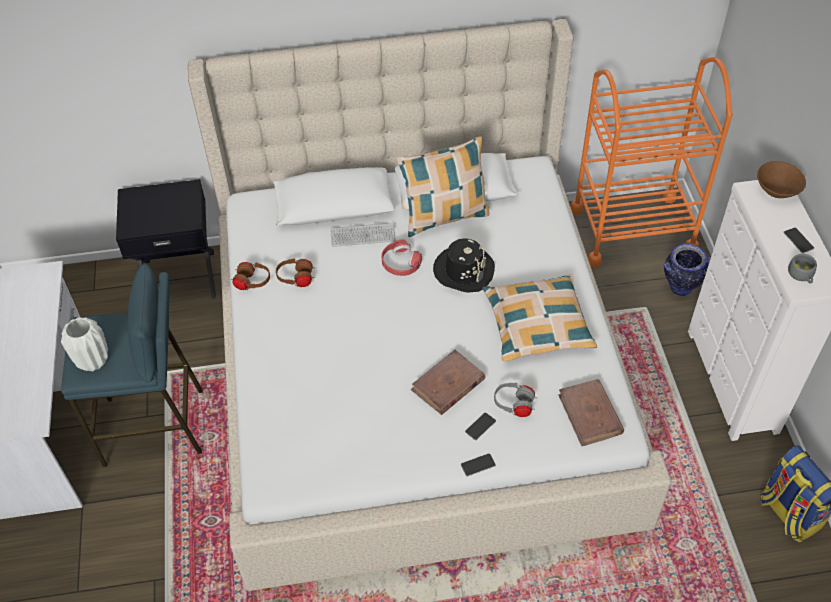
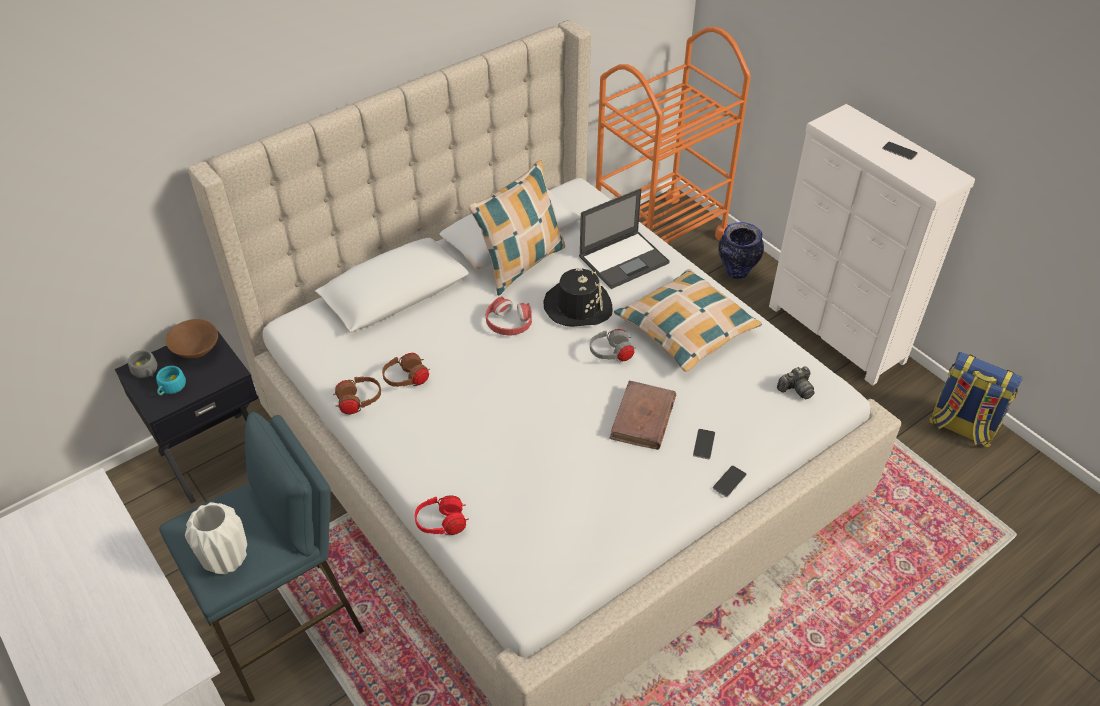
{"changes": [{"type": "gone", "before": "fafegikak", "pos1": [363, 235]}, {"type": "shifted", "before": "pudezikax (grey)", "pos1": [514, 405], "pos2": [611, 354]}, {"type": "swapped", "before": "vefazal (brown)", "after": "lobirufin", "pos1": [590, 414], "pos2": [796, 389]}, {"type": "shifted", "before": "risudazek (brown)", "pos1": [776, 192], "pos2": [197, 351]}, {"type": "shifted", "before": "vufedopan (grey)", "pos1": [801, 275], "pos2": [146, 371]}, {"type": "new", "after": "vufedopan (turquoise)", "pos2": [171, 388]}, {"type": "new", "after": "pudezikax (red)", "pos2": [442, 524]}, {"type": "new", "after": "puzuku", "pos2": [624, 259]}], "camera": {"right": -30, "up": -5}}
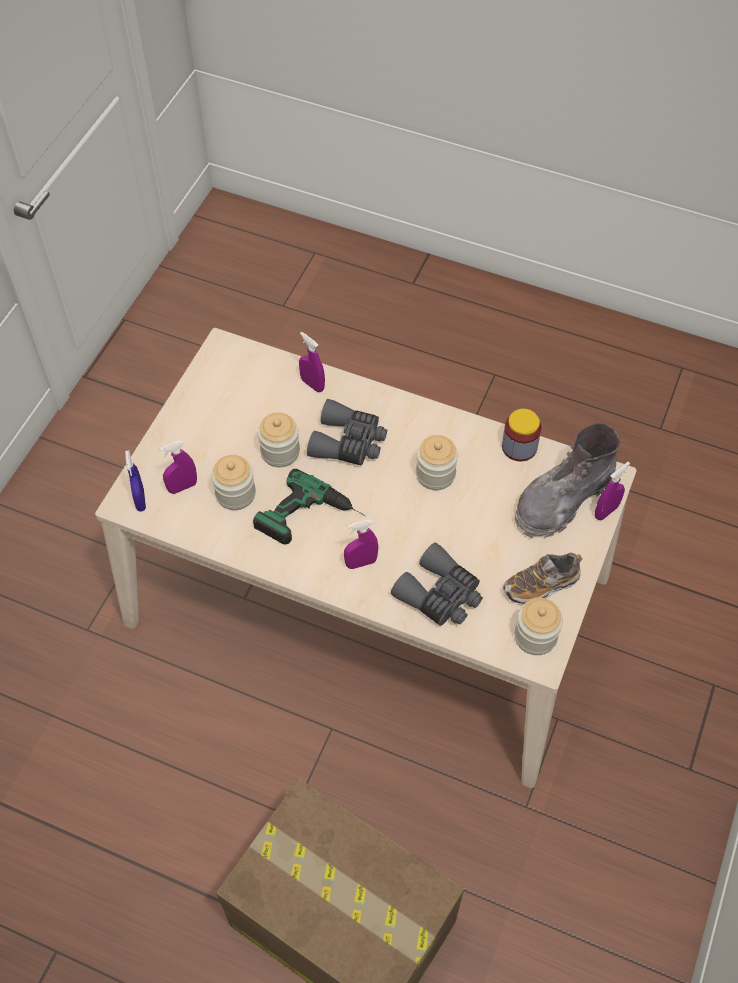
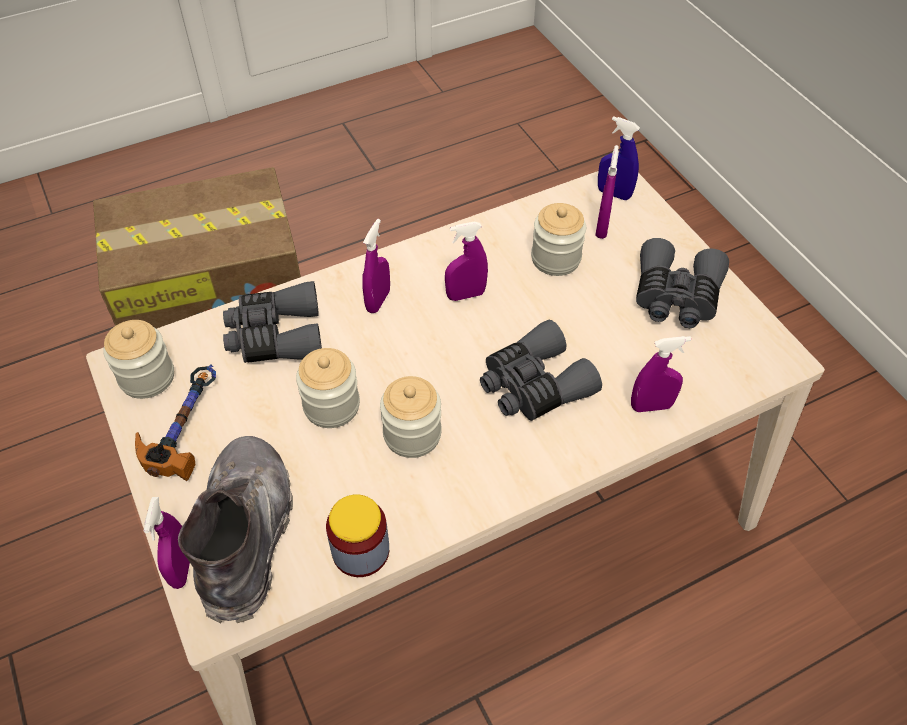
{"changes": [{"type": "swapped", "before": "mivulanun", "after": "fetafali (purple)", "pos1": [312, 520], "pos2": [465, 295]}, {"type": "shifted", "before": "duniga", "pos1": [280, 452], "pos2": [331, 405]}, {"type": "swapped", "before": "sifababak", "after": "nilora", "pos1": [541, 585], "pos2": [185, 425]}, {"type": "new", "after": "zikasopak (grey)", "pos2": [675, 297]}], "camera": {"right": 130, "up": -5}}
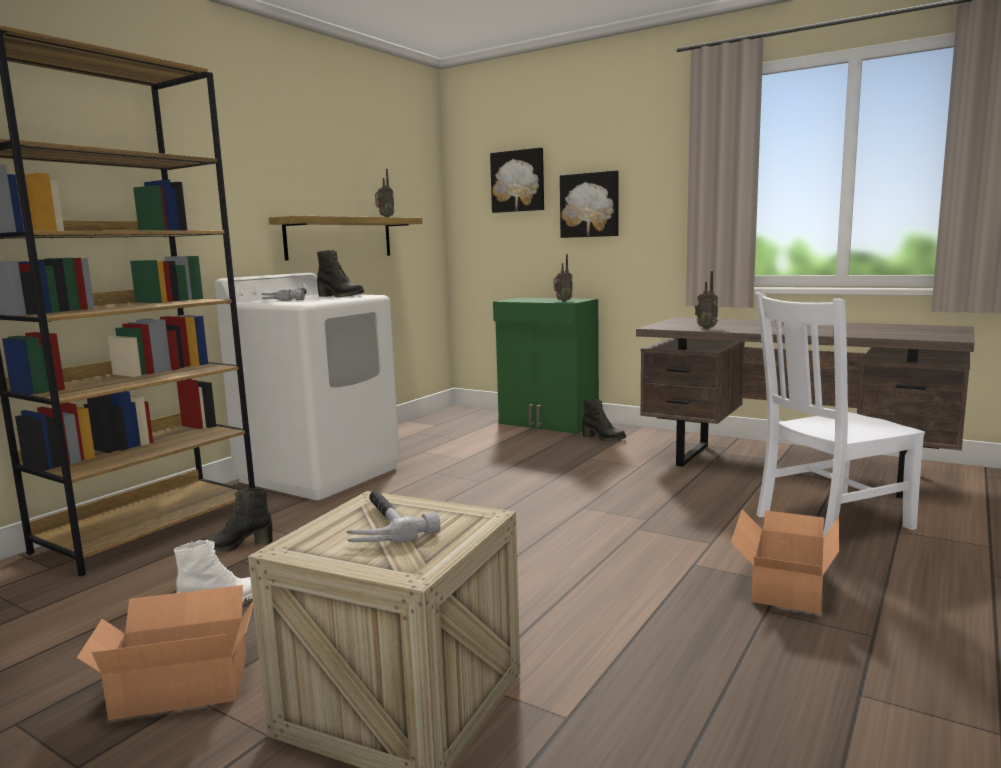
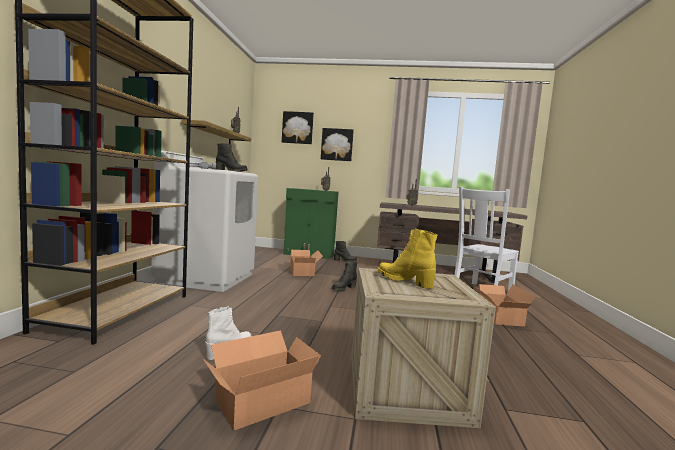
{"changes": [{"type": "shifted", "before": "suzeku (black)", "pos1": [238, 546], "pos2": [343, 289]}, {"type": "swapped", "before": "nilora", "after": "suzeku (yellow)", "pos1": [381, 524], "pos2": [404, 281]}, {"type": "new", "after": "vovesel", "pos2": [303, 271]}], "camera": {"right": -25, "up": -5}}
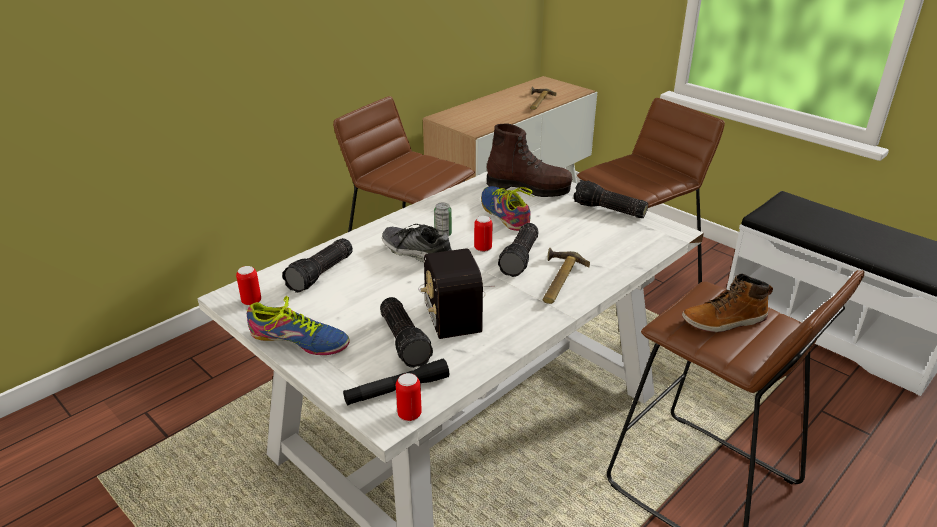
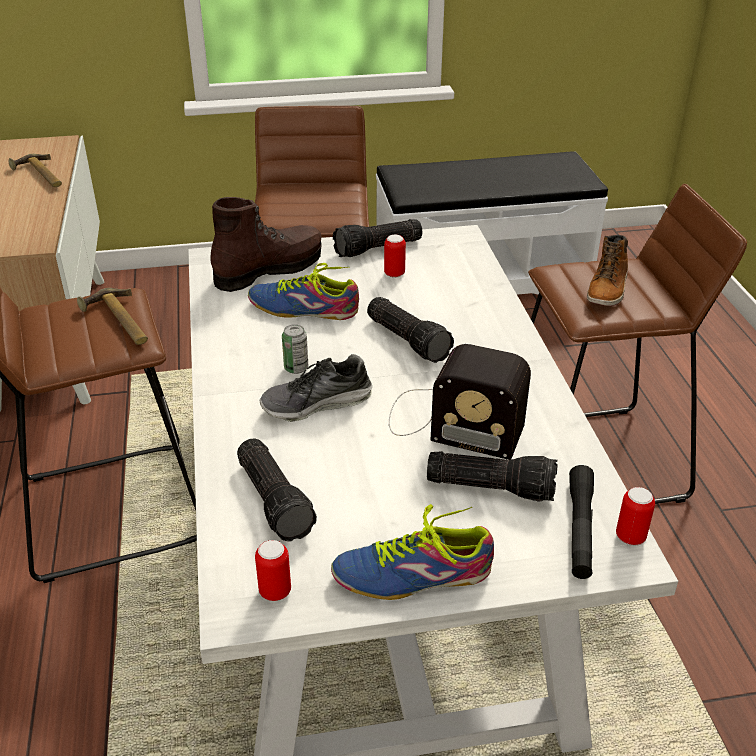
{"changes": [{"type": "rotated", "before": "sifababak", "pos1": [299, 340], "pos2": [413, 575], "turn": -150}, {"type": "shifted", "before": "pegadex", "pos1": [483, 248], "pos2": [394, 274]}, {"type": "shifted", "before": "nilora", "pos1": [557, 280], "pos2": [118, 323]}], "camera": {"right": -55, "up": 5}}
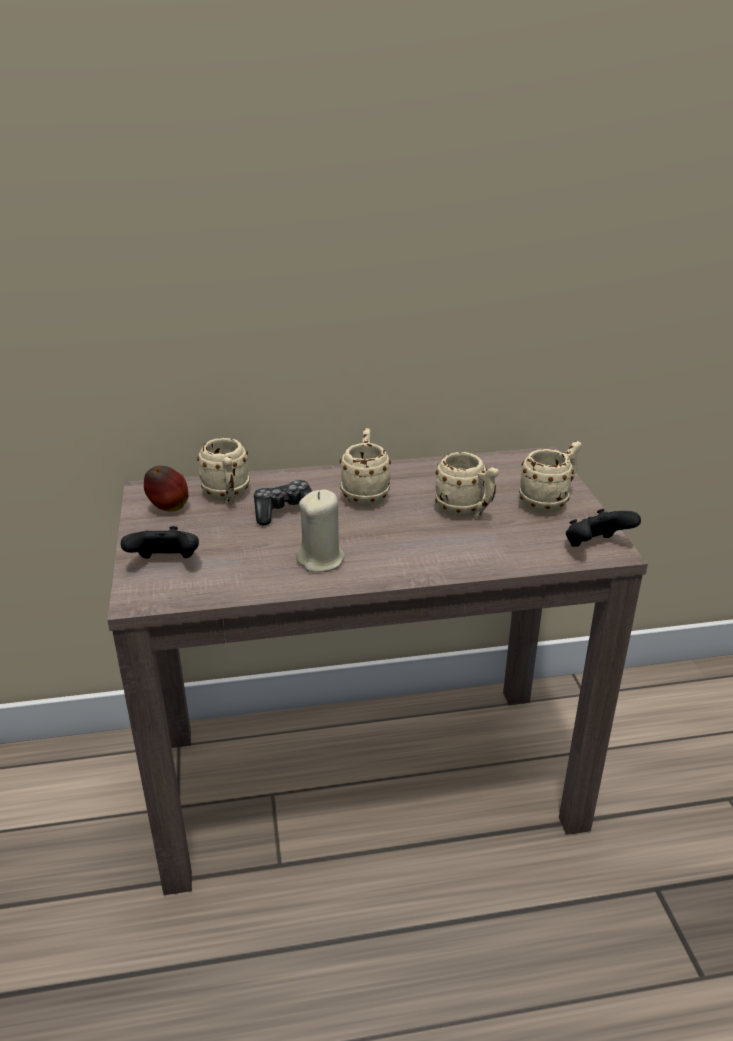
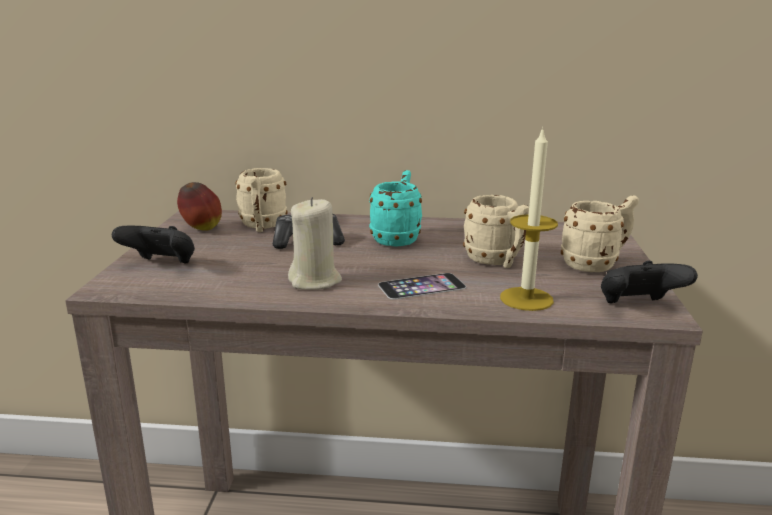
{"changes": [{"type": "repainted", "before": "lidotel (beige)", "after": "lidotel (turquoise)", "pos1": [365, 494], "pos2": [397, 238]}, {"type": "new", "after": "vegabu", "pos2": [422, 286]}, {"type": "new", "after": "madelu", "pos2": [526, 299]}], "camera": {"right": 15, "up": -10}}
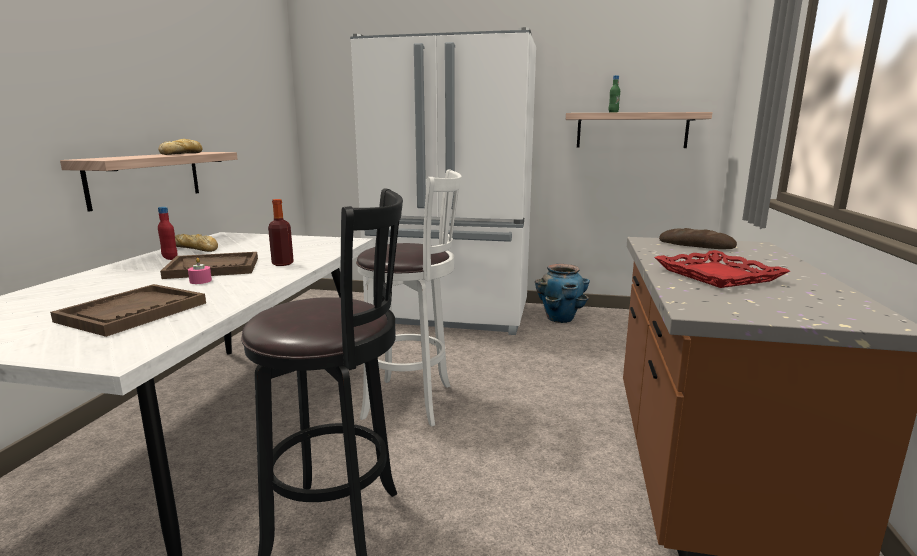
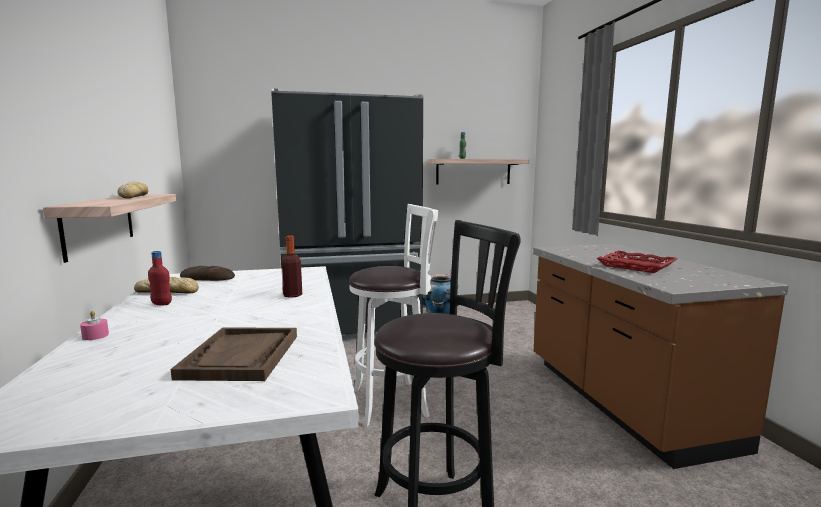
{"changes": [{"type": "gone", "before": "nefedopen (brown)", "pos1": [213, 268]}, {"type": "shifted", "before": "madelu (pink)", "pos1": [200, 281], "pos2": [95, 336]}, {"type": "repainted", "before": "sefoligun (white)", "after": "sefoligun (black)", "pos1": [450, 315], "pos2": [353, 327]}, {"type": "shifted", "before": "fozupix", "pos1": [696, 245], "pos2": [207, 278]}], "camera": {"right": -25, "up": -5}}
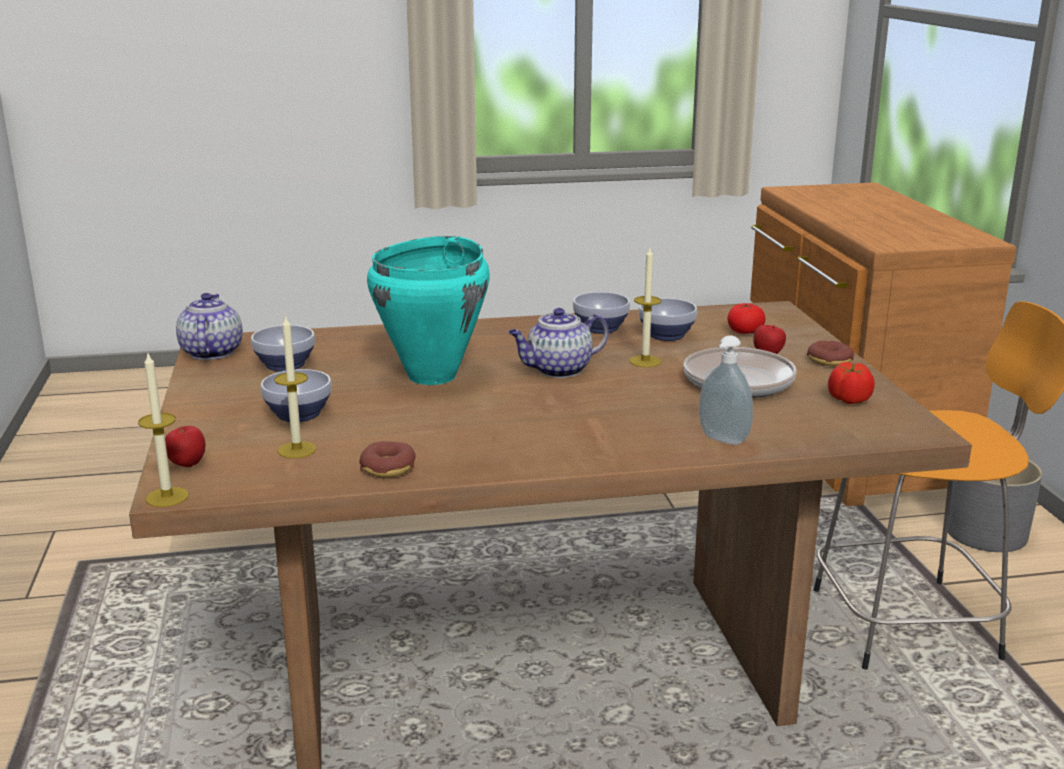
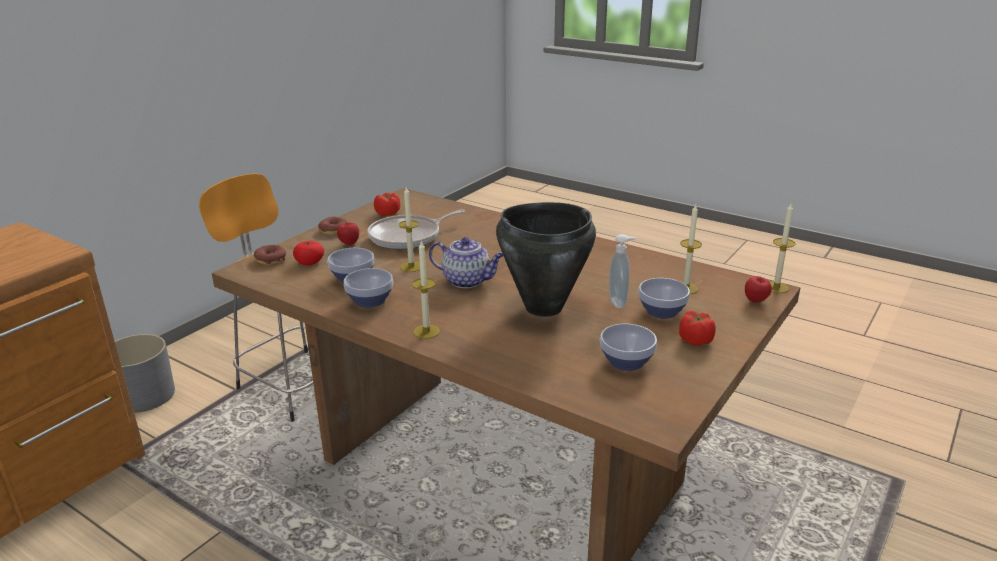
{"changes": [{"type": "gone", "before": "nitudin", "pos1": [211, 352]}, {"type": "shifted", "before": "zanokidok", "pos1": [388, 468], "pos2": [271, 259]}, {"type": "repainted", "before": "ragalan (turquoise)", "after": "ragalan (black)", "pos1": [433, 376], "pos2": [543, 307]}, {"type": "shifted", "before": "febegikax", "pos1": [722, 440], "pos2": [619, 302]}, {"type": "new", "after": "madelu", "pos2": [426, 331]}, {"type": "new", "after": "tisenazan", "pos2": [695, 340]}], "camera": {"right": -135, "up": 5}}
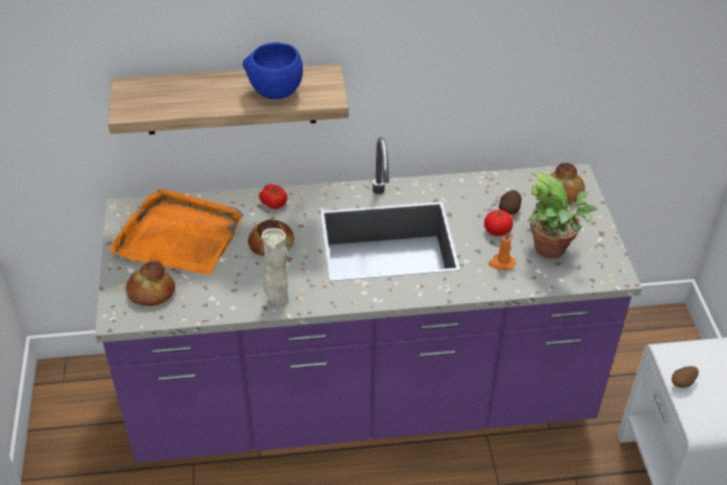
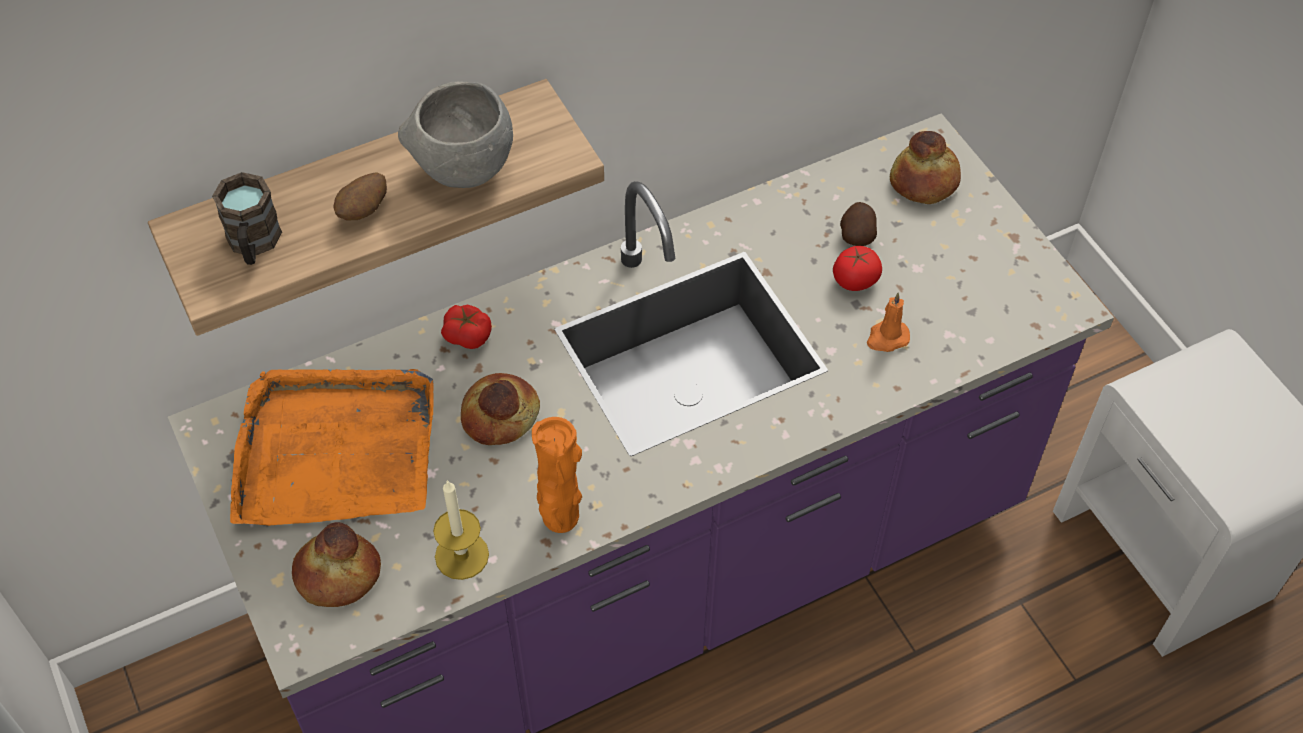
{"changes": [{"type": "repainted", "before": "risudazek (blue)", "after": "risudazek (grey)", "pos1": [275, 93], "pos2": [464, 170]}, {"type": "repainted", "before": "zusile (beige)", "after": "zusile (orange)", "pos1": [277, 300], "pos2": [560, 520]}, {"type": "gone", "before": "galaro", "pos1": [553, 250]}, {"type": "shifted", "before": "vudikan", "pos1": [682, 383], "pos2": [364, 211]}, {"type": "new", "after": "lidotel (brown)", "pos2": [253, 244]}, {"type": "new", "after": "madelu", "pos2": [462, 555]}], "camera": {"right": -20, "up": 10}}
